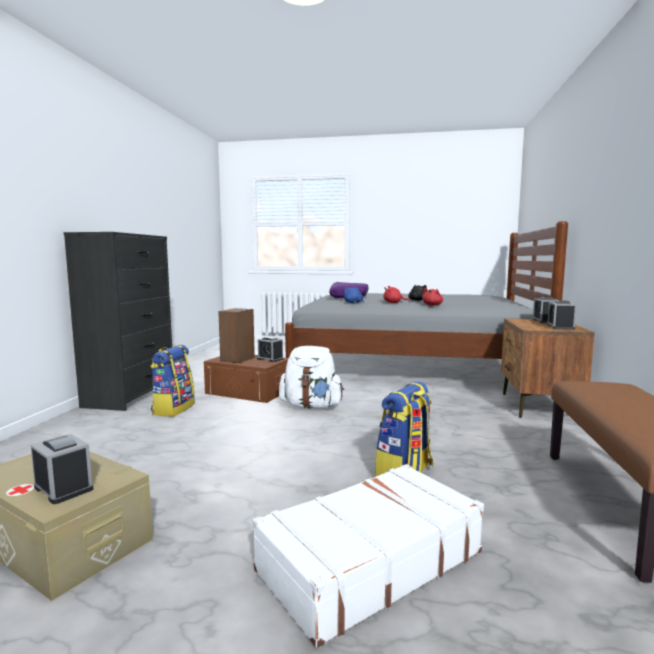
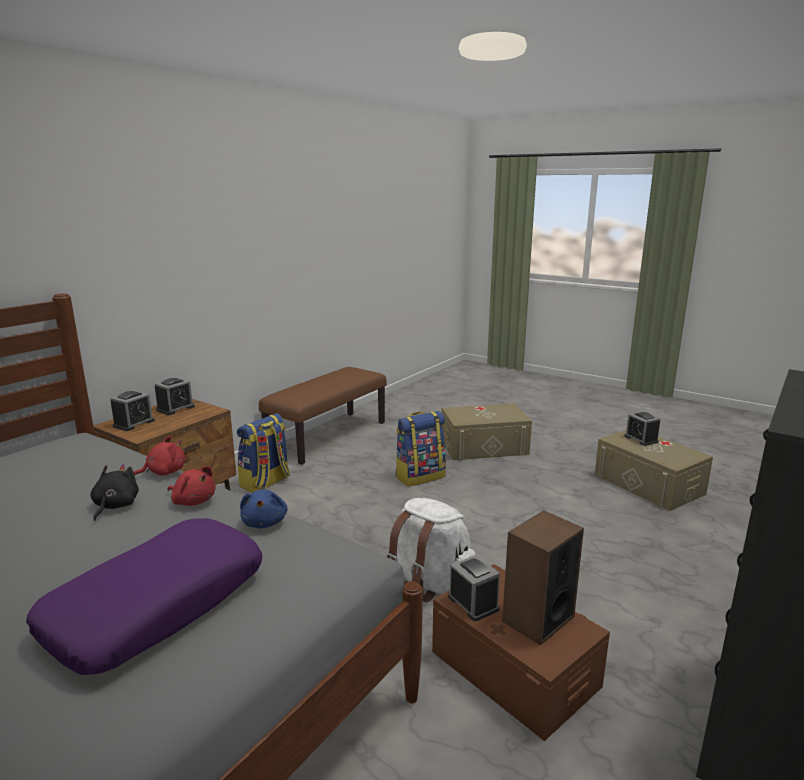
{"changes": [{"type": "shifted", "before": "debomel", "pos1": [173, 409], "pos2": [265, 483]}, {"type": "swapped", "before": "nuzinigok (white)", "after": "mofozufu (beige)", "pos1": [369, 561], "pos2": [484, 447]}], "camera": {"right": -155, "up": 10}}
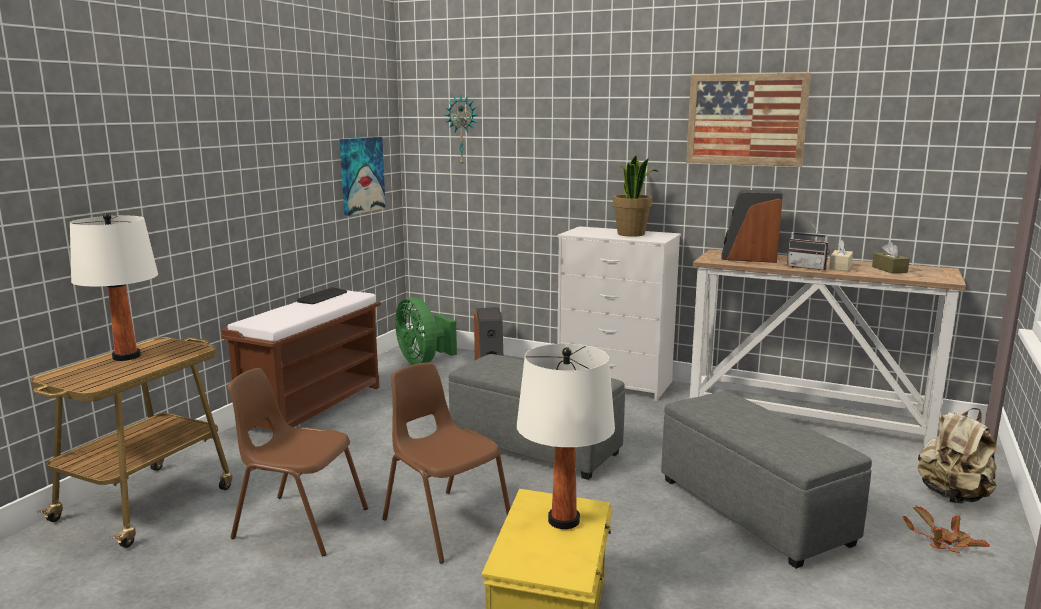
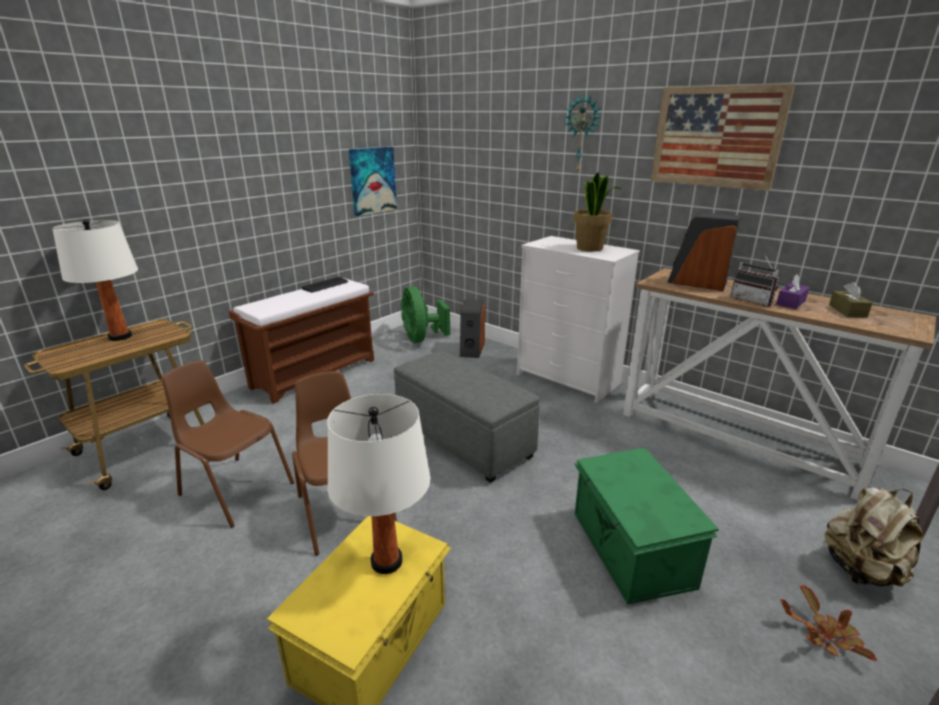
{"changes": [{"type": "shifted", "before": "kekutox", "pos1": [462, 130], "pos2": [582, 134]}, {"type": "swapped", "before": "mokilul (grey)", "after": "mofozufu (green)", "pos1": [754, 511], "pos2": [630, 549]}, {"type": "repainted", "before": "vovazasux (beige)", "after": "vovazasux (purple)", "pos1": [840, 267], "pos2": [790, 303]}], "camera": {"right": 15, "up": 10}}
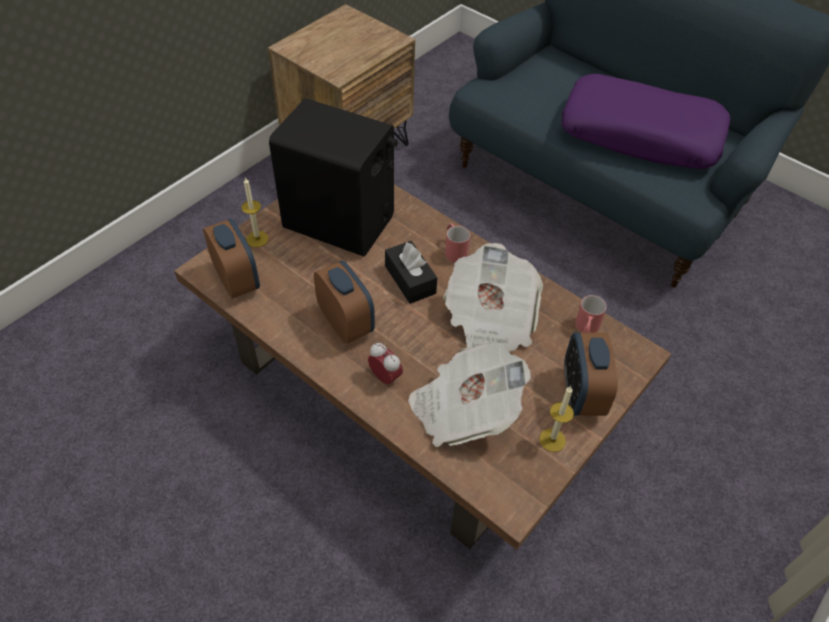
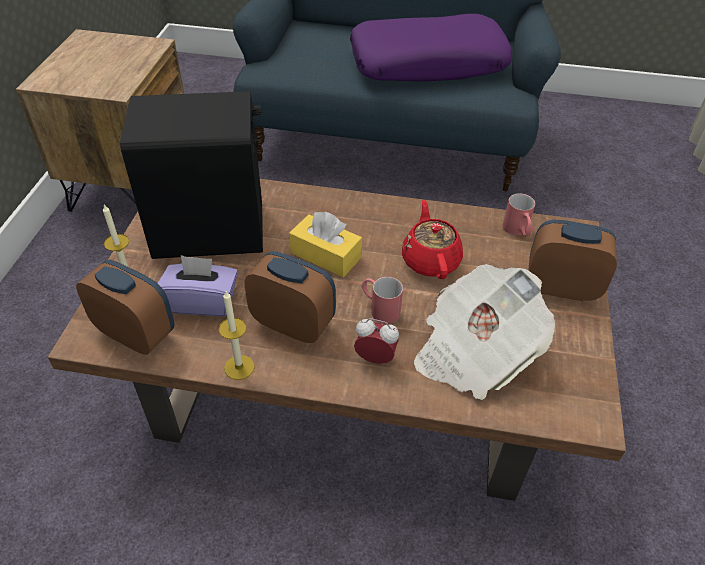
{"changes": [{"type": "repainted", "before": "vovazasux (black)", "after": "vovazasux (yellow)", "pos1": [410, 279], "pos2": [325, 255]}, {"type": "swapped", "before": "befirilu", "after": "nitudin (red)", "pos1": [489, 320], "pos2": [430, 260]}, {"type": "shifted", "before": "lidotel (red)", "pos1": [454, 250], "pos2": [379, 308]}, {"type": "shifted", "before": "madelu", "pos1": [552, 440], "pos2": [239, 367]}, {"type": "rotated", "before": "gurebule", "pos1": [581, 394], "pos2": [561, 287], "turn": 135}, {"type": "new", "after": "vovazasux (purple)", "pos2": [202, 301]}], "camera": {"right": -30, "up": -5}}
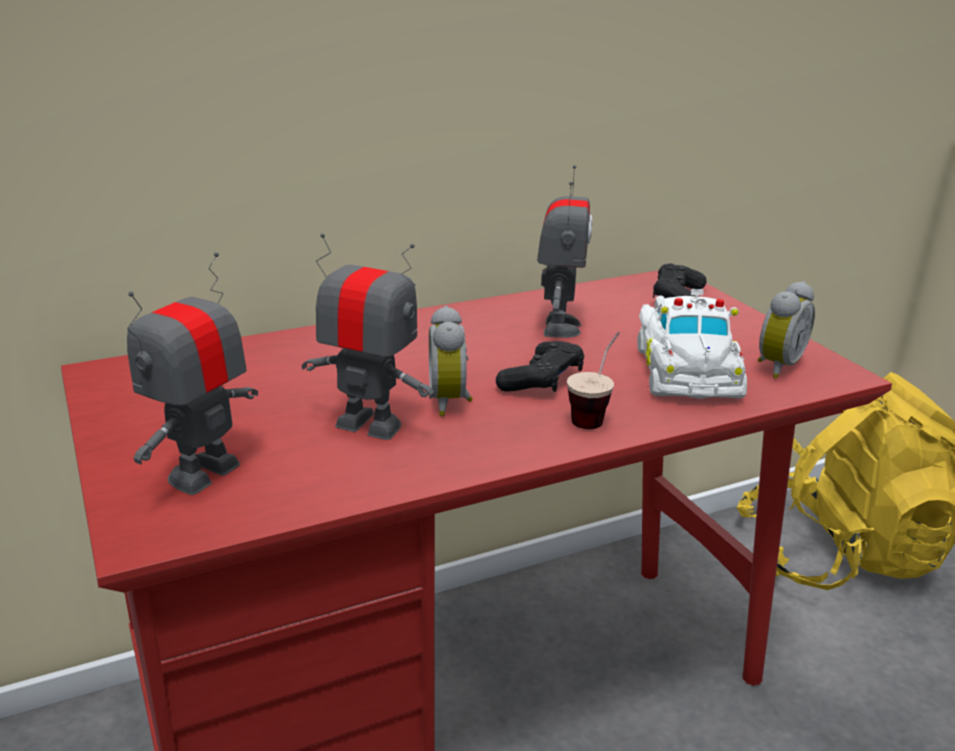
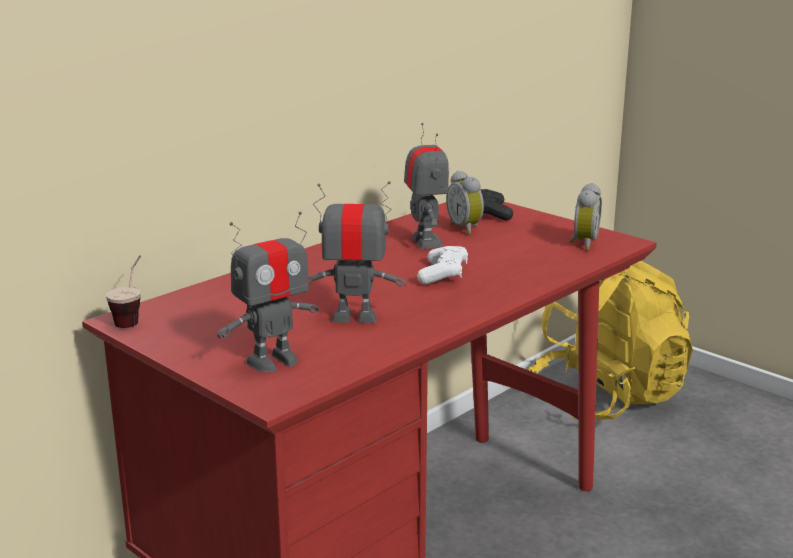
{"changes": [{"type": "rotated", "before": "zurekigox", "pos1": [203, 474], "pos2": [273, 361], "turn": -135}, {"type": "shifted", "before": "gurebule", "pos1": [451, 402], "pos2": [466, 228]}, {"type": "repainted", "before": "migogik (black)", "after": "migogik (white)", "pos1": [542, 380], "pos2": [443, 274]}, {"type": "shifted", "before": "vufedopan", "pos1": [595, 415], "pos2": [132, 318]}, {"type": "gone", "before": "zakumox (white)", "pos1": [688, 369]}], "camera": {"right": -20, "up": -5}}
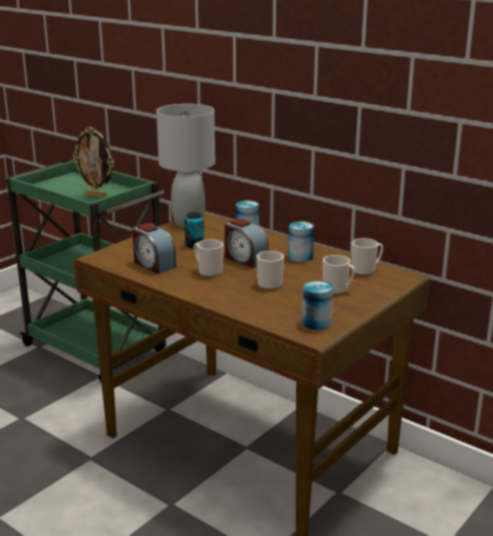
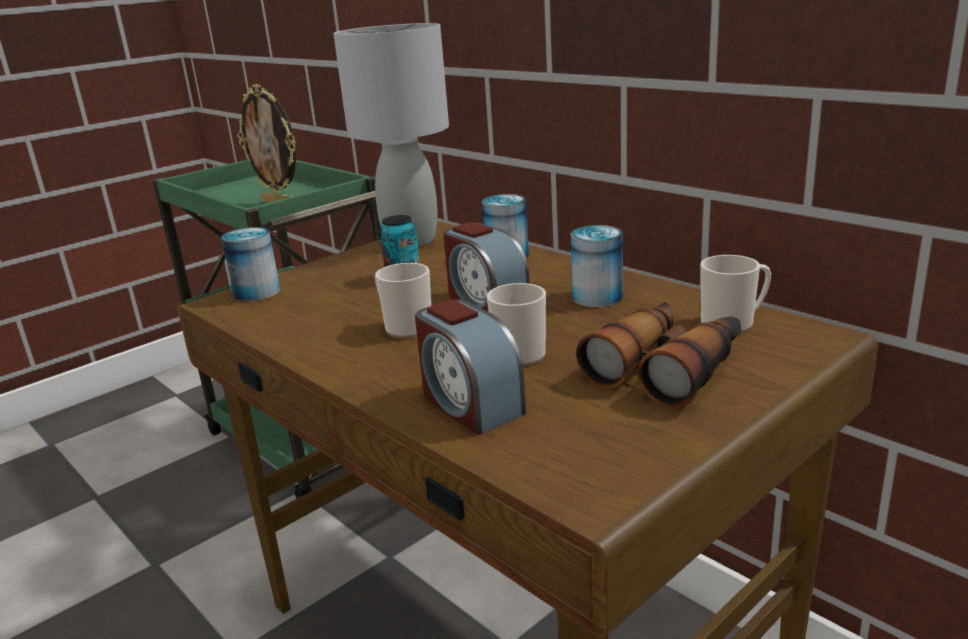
{"changes": [{"type": "shifted", "before": "gurebule", "pos1": [153, 264], "pos2": [470, 404]}, {"type": "shifted", "before": "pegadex", "pos1": [317, 323], "pos2": [257, 292]}, {"type": "swapped", "before": "lidotel", "after": "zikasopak", "pos1": [338, 289], "pos2": [667, 367]}], "camera": {"right": 10, "up": 0}}
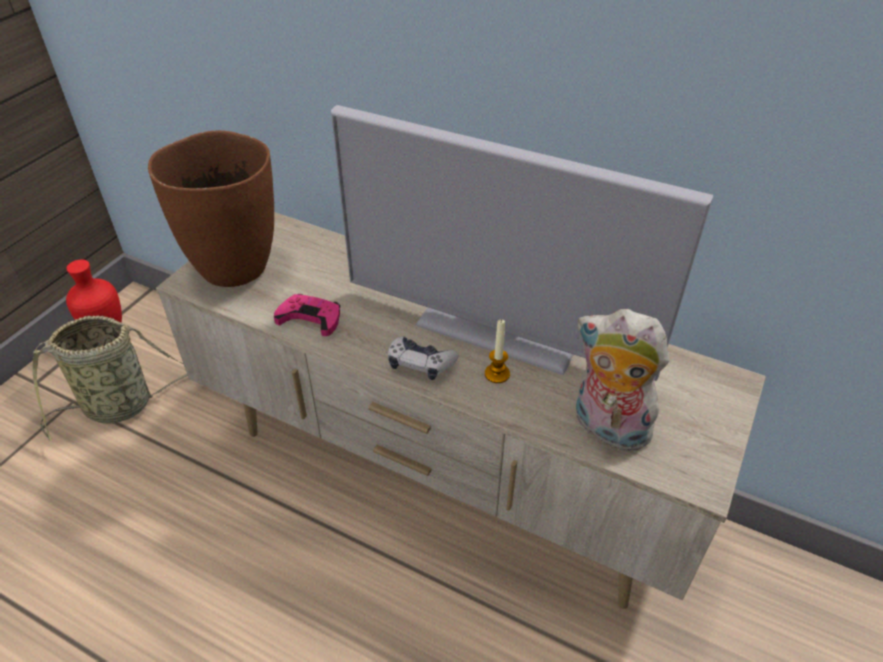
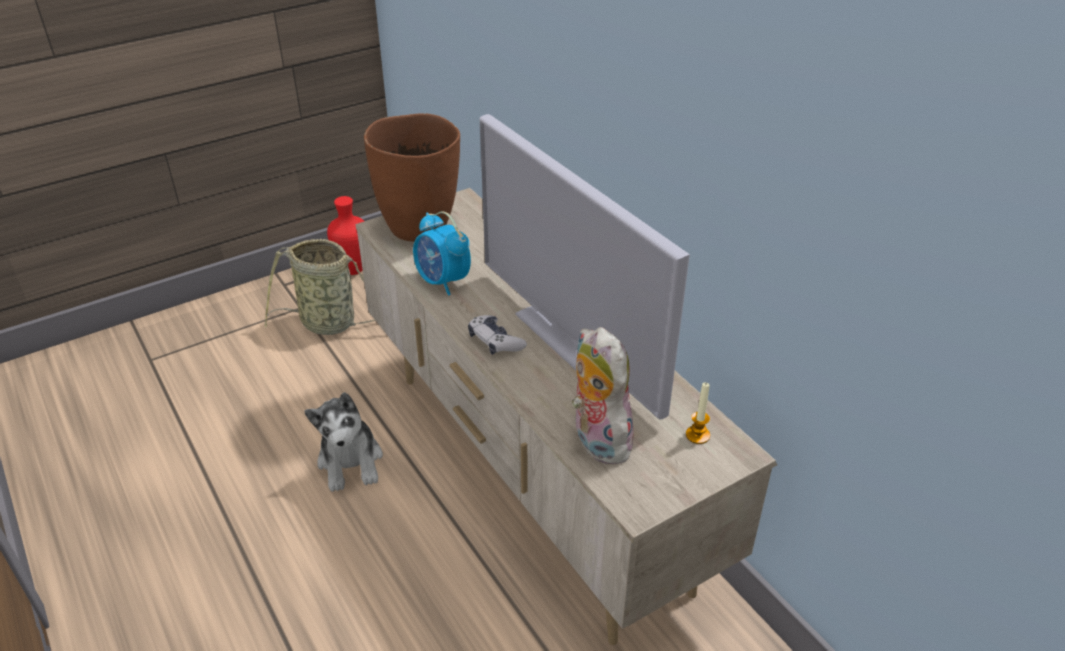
{"changes": [{"type": "swapped", "before": "migogik (pink)", "after": "gurebule", "pos1": [310, 318], "pos2": [443, 281]}, {"type": "shifted", "before": "madelu", "pos1": [497, 374], "pos2": [697, 435]}, {"type": "new", "after": "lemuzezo", "pos2": [351, 461]}], "camera": {"right": 30, "up": -5}}
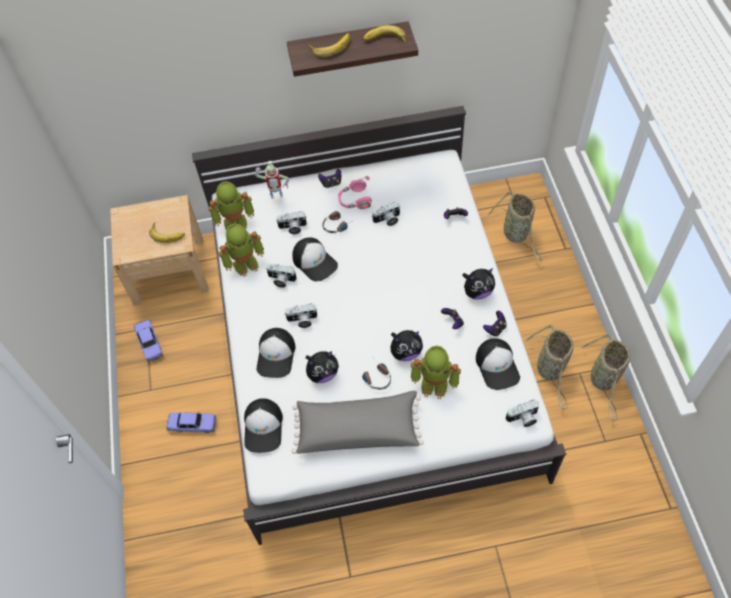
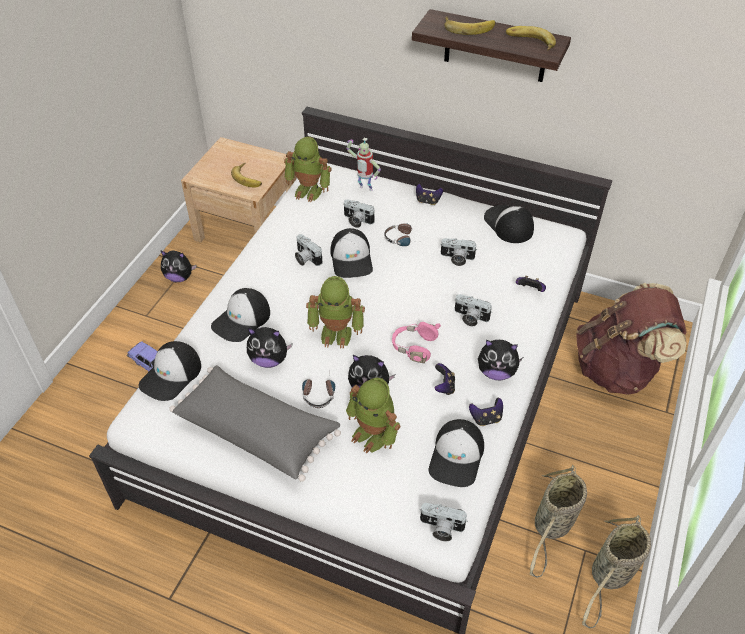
{"changes": [{"type": "swapped", "before": "zakumox", "after": "lemuzezo", "pos1": [149, 343], "pos2": [179, 277]}, {"type": "shifted", "before": "zurekigox", "pos1": [245, 263], "pos2": [337, 333]}, {"type": "shifted", "before": "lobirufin", "pos1": [302, 320], "pos2": [470, 317]}, {"type": "shifted", "before": "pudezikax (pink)", "pos1": [355, 200], "pos2": [414, 347]}, {"type": "swapped", "before": "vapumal", "after": "debomel (brown)", "pos1": [516, 234], "pos2": [618, 369]}, {"type": "new", "after": "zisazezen", "pos2": [508, 225]}], "camera": {"right": 30, "up": -10}}
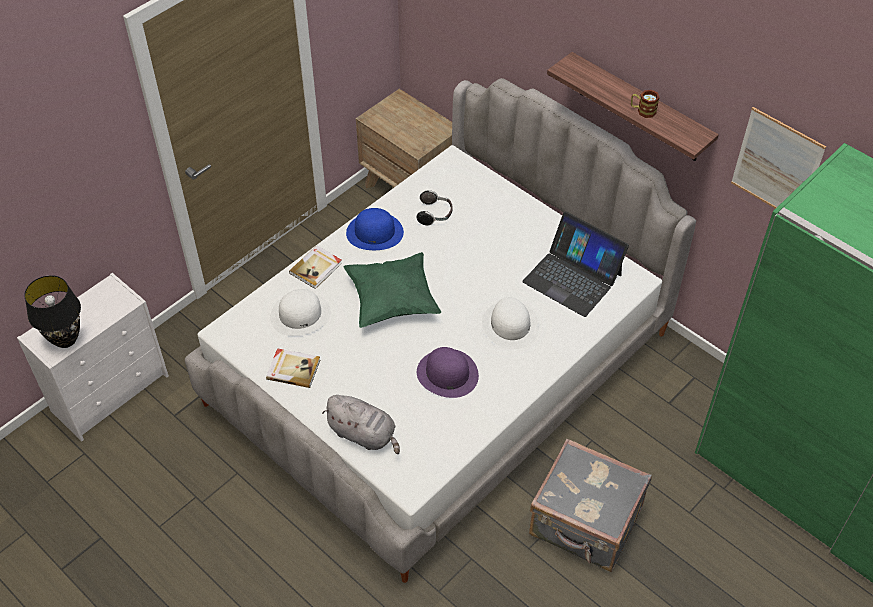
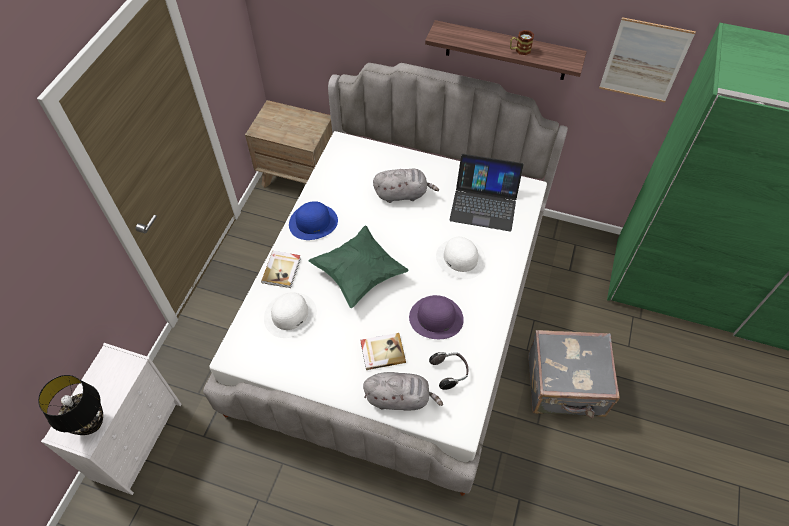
{"changes": [{"type": "shifted", "before": "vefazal", "pos1": [293, 369], "pos2": [382, 352]}, {"type": "shifted", "before": "pudezikax", "pos1": [435, 214], "pos2": [449, 372]}, {"type": "new", "after": "lemuzezo (grey)", "pos2": [403, 194]}], "camera": {"right": -25, "up": 5}}
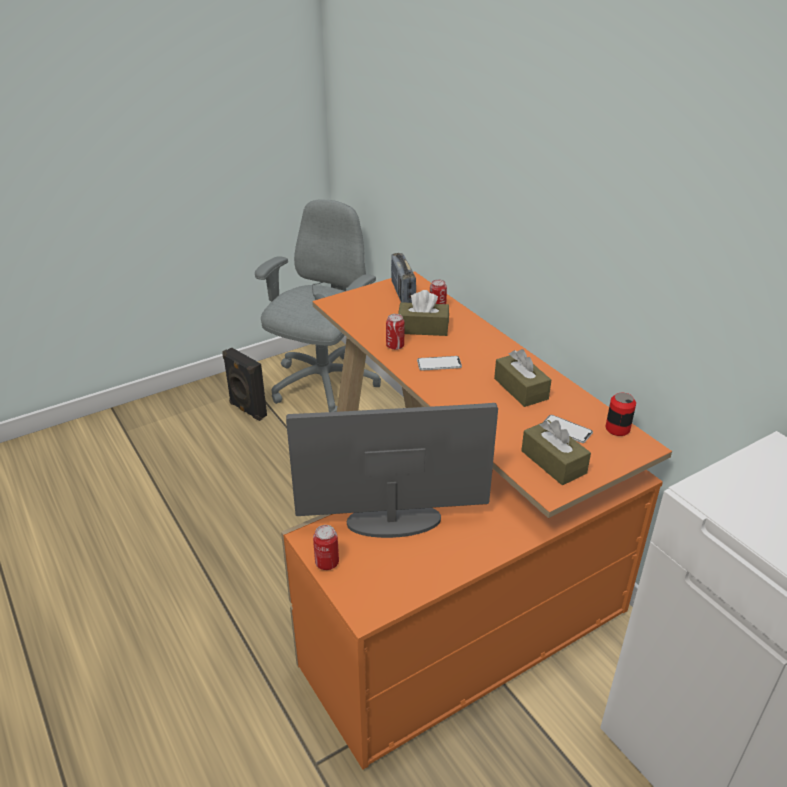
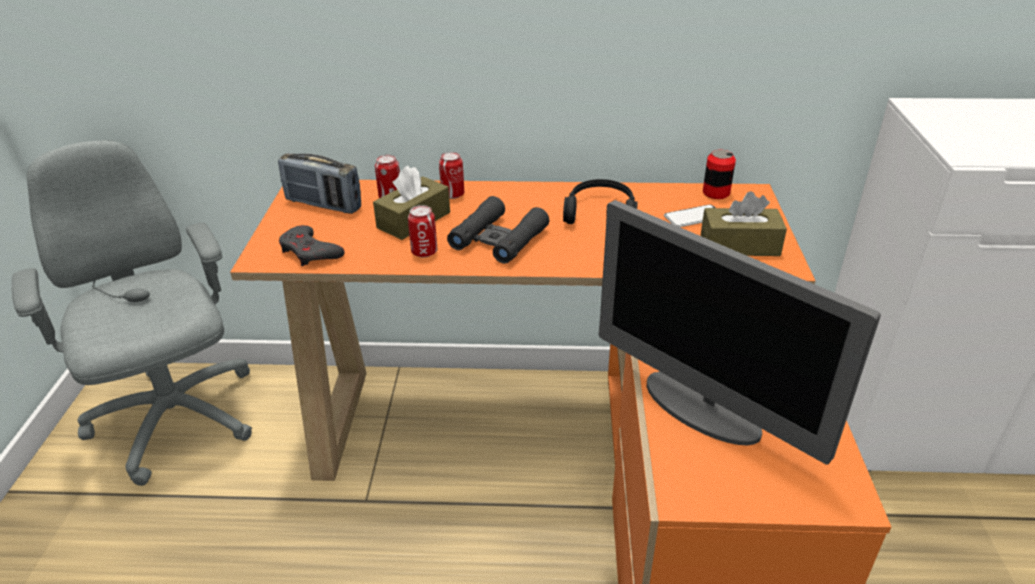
{"changes": [{"type": "gone", "before": "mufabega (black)", "pos1": [247, 410]}, {"type": "rotated", "before": "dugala", "pos1": [393, 521], "pos2": [702, 409], "turn": -75}, {"type": "shifted", "before": "pegadex", "pos1": [327, 562], "pos2": [452, 194]}, {"type": "swapped", "before": "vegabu", "after": "zikasopak (black)", "pos1": [439, 364], "pos2": [498, 239]}, {"type": "swapped", "before": "vovazasux (brown)", "after": "pudezikax (black)", "pos1": [521, 389], "pos2": [600, 212]}, {"type": "new", "after": "migogik (grey)", "pos2": [310, 252]}], "camera": {"right": -55, "up": 0}}
